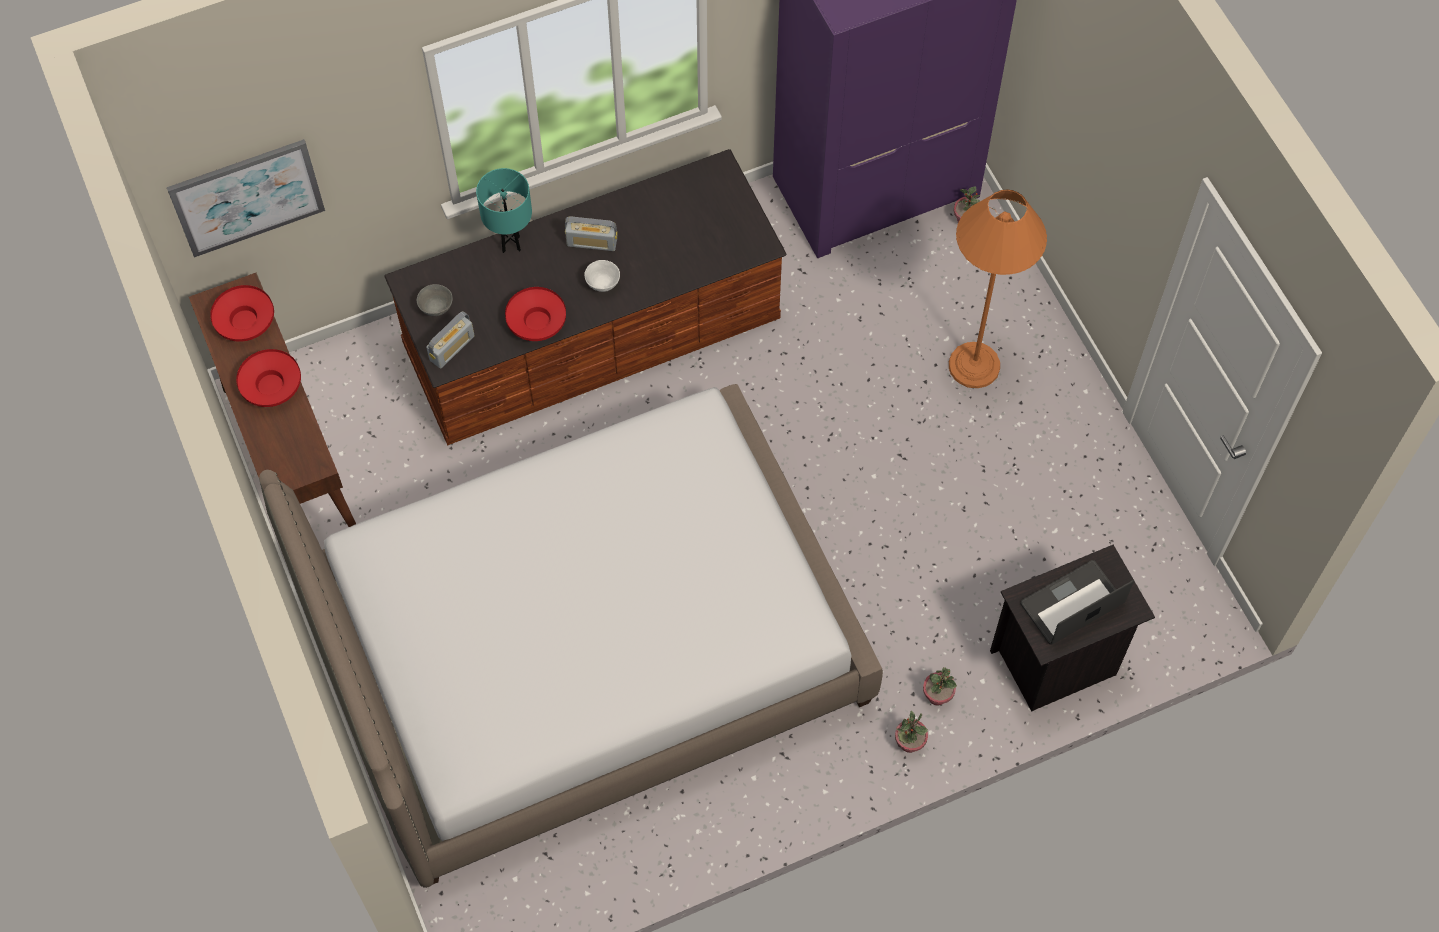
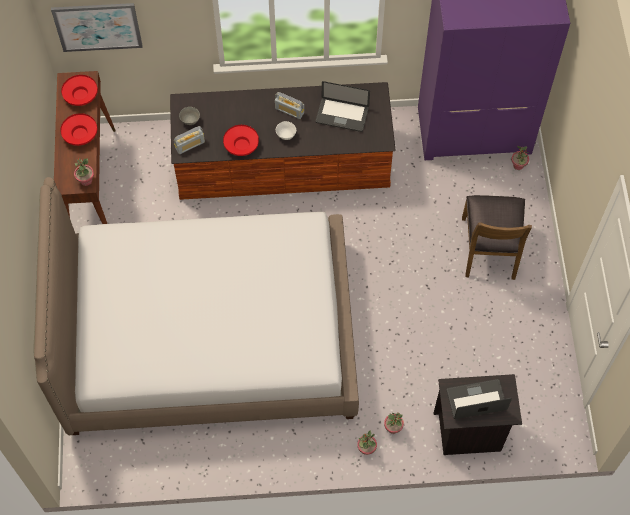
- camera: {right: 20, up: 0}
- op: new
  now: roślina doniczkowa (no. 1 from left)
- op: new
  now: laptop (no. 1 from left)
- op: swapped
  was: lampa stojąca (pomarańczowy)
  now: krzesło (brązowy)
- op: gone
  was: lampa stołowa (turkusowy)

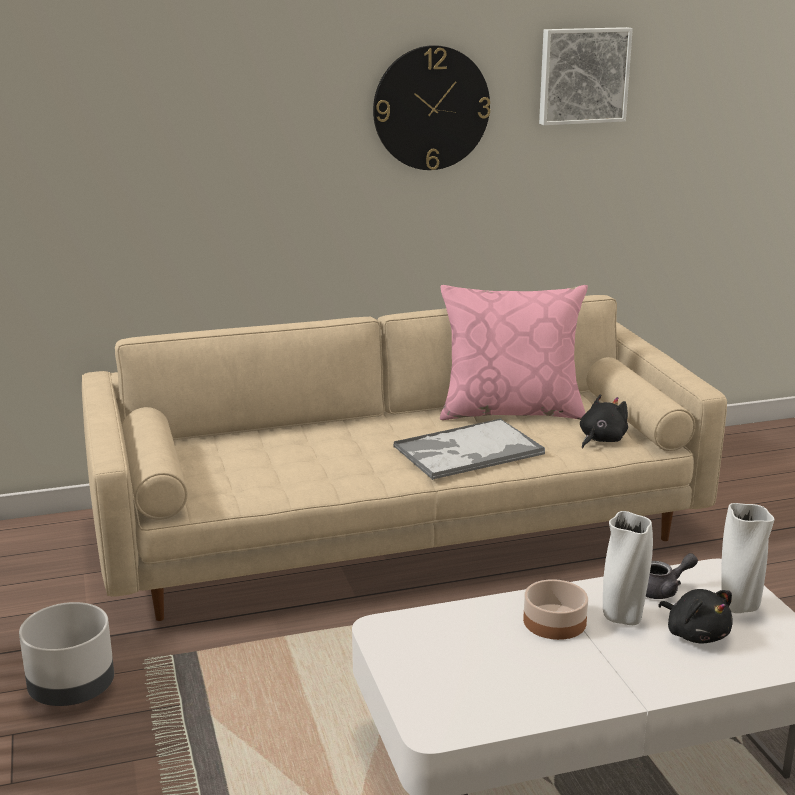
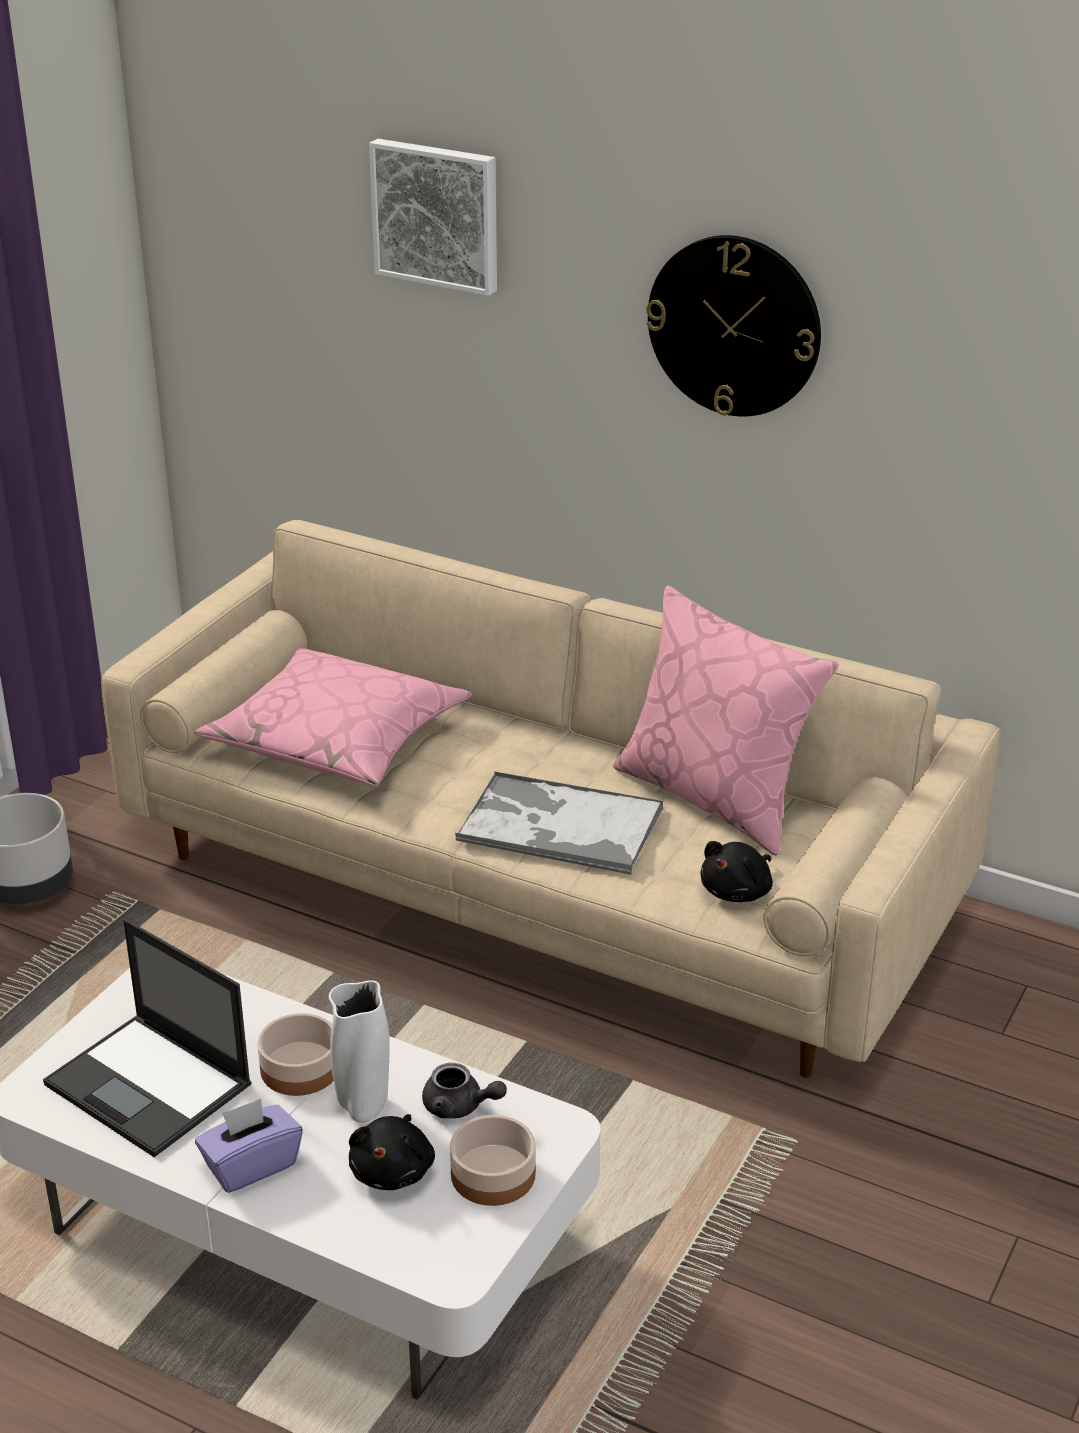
- camera: {right: 45, up: 10}
- op: new
  now: laptop
- op: new
  now: poduszka (różowy) (no. 1 from left)
- op: new
  now: pudełko chusteczek (fioletowy)
- op: shifted
  was: obraz
- op: swapped
  was: wazon (biały) (no. 2 from left)
  now: miska (no. 2 from left)
- op: rotated
  was: pluszak (czarny) (no. 1 from left in the first image)
  clockwise: 135

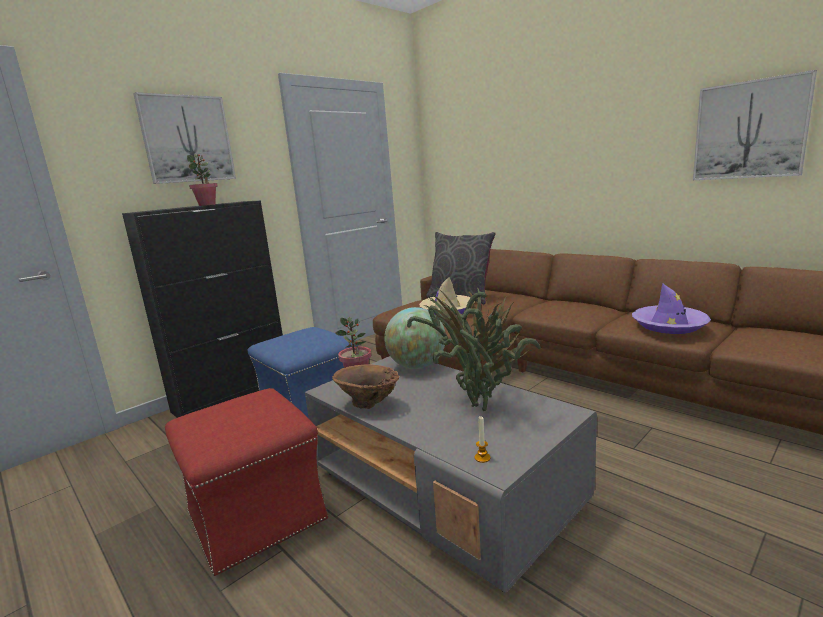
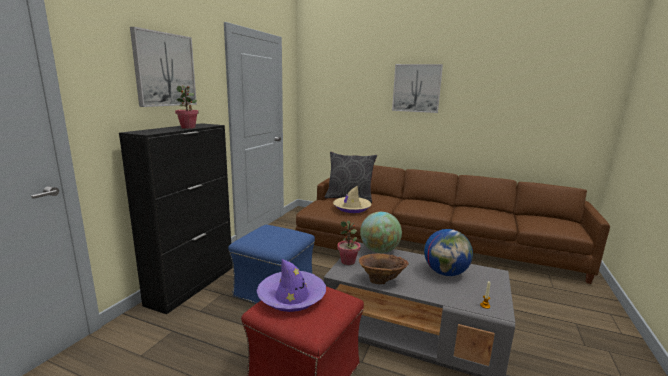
- camera: {right: -25, up: 0}
- op: shifted
  was: kapelusz (fioletowy)
- op: shifted
  was: obraz (no. 2 from left)
- op: swapped
  was: roślina doniczkowa (no. 3 from left)
  now: globus (no. 2 from left)

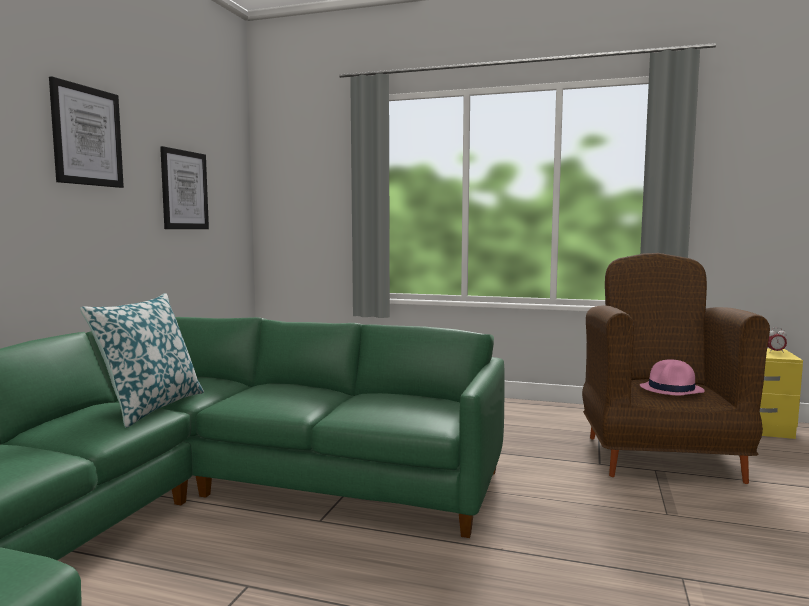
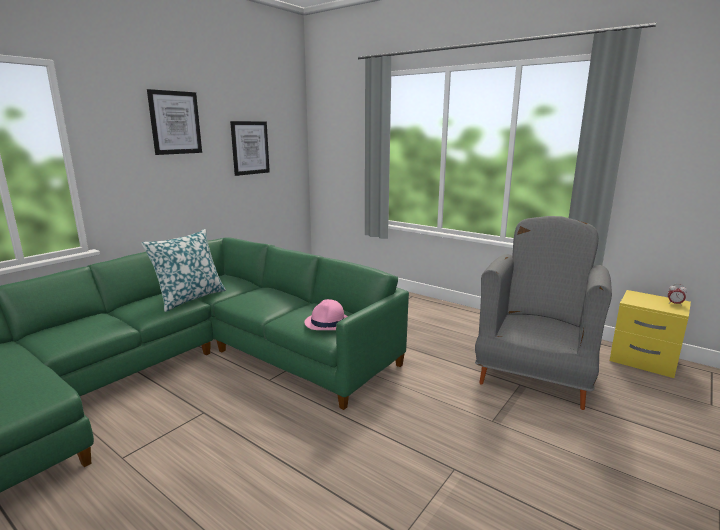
- camera: {right: 20, up: 10}
- op: shifted
  was: kapelusz (różowy)
- op: repainted
  was: fotel (brązowy)
  now: fotel (szary)

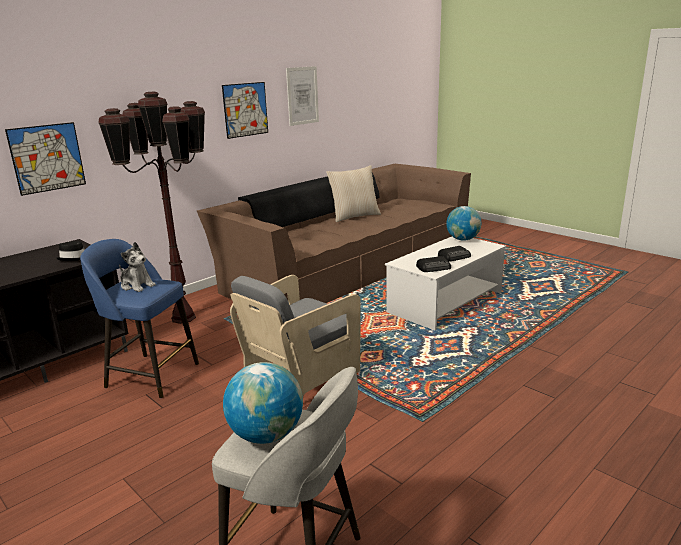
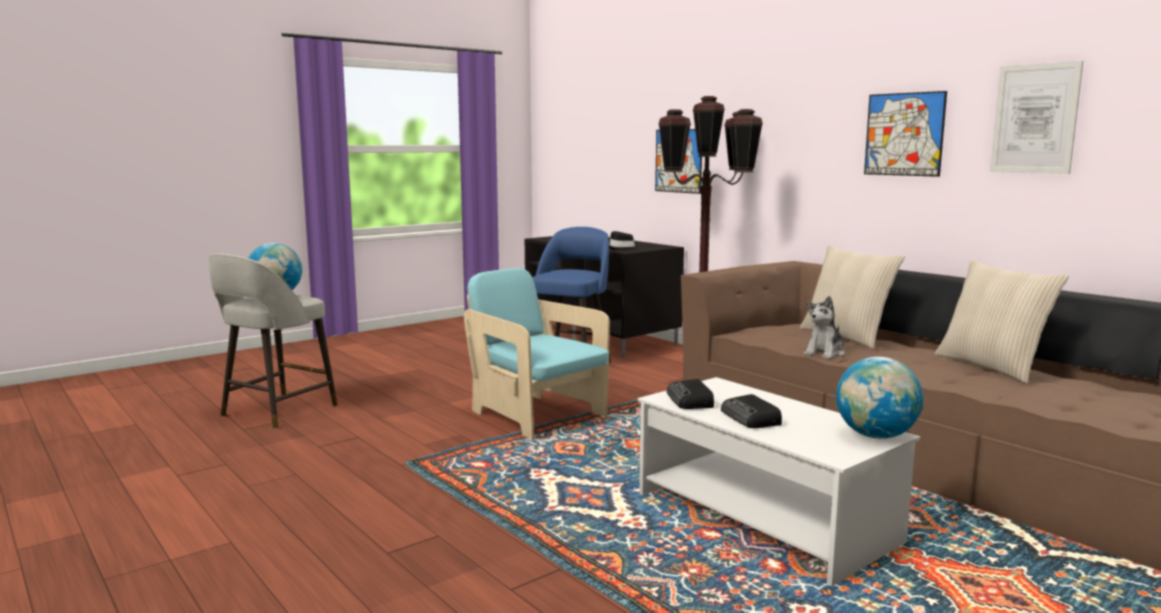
- camera: {right: 95, up: -10}
- op: repainted
  was: fotel (szary)
  now: fotel (turkusowy)
- op: new
  now: poduszka (beżowy) (no. 1 from left)
- op: shifted
  was: pluszak

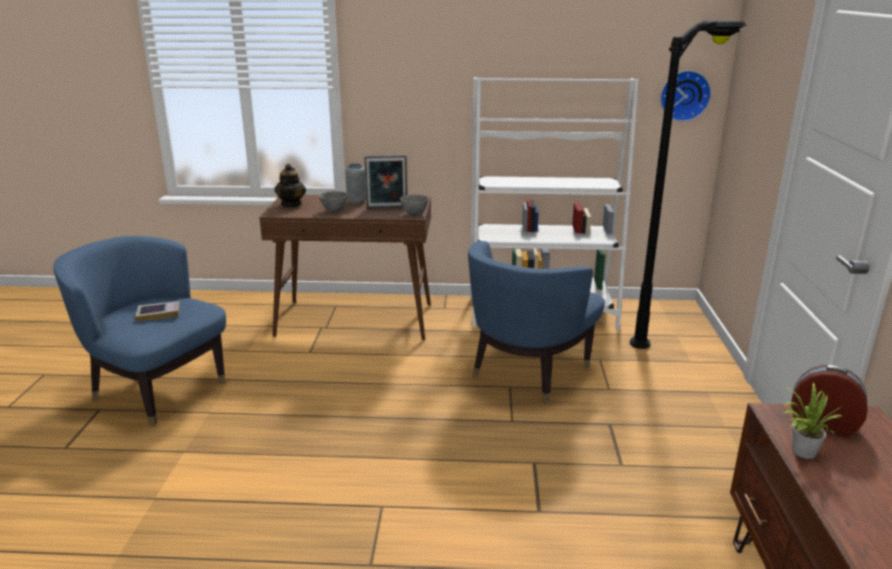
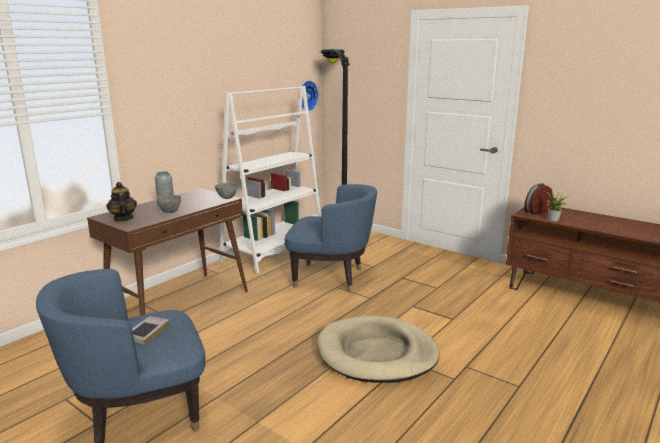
- camera: {right: -55, up: -5}
- op: rotated
  was: imbryk
  clockwise: -150
- op: rotated
  was: fotel (niebieski) (no. 2 from left)
  clockwise: -60
- op: new
  now: legowisko (beżowy)
- op: gone
  was: ramka na zdjęcie

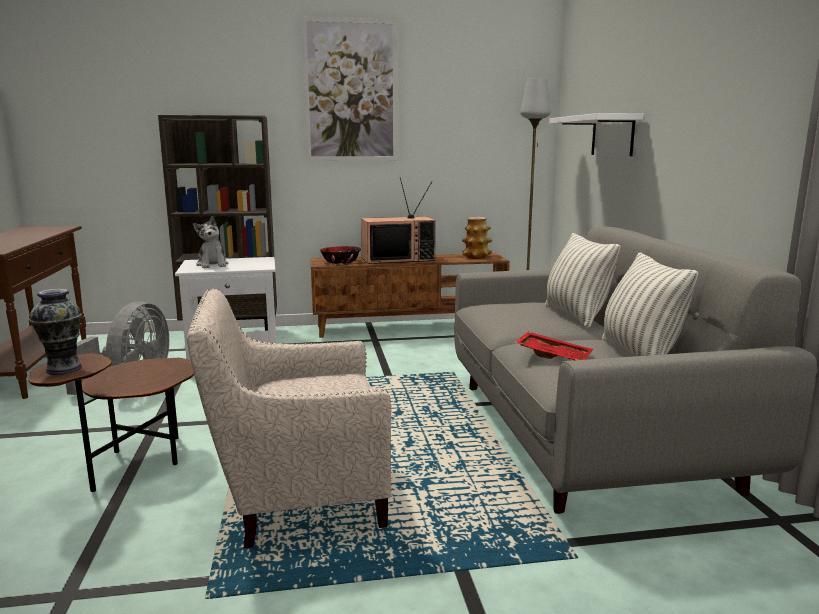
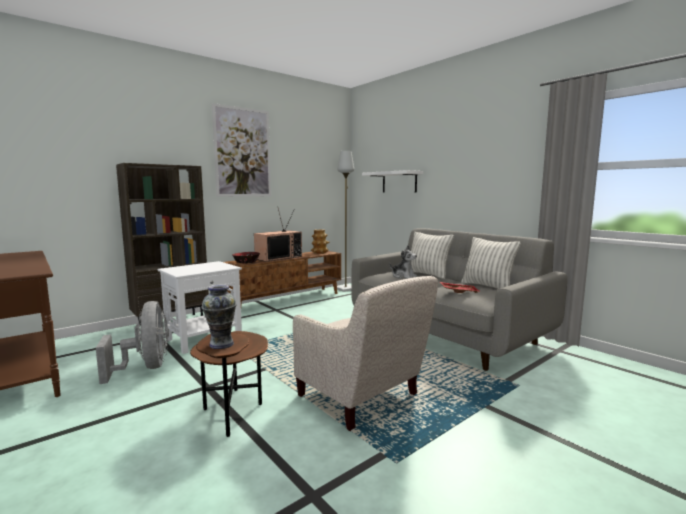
- camera: {right: -30, up: -5}
- op: rotated
  was: fotel (beżowy)
  clockwise: -90
- op: shifted
  was: pluszak

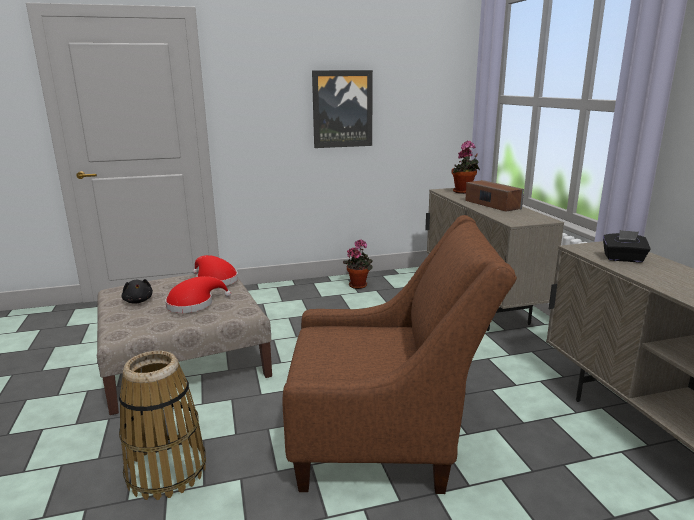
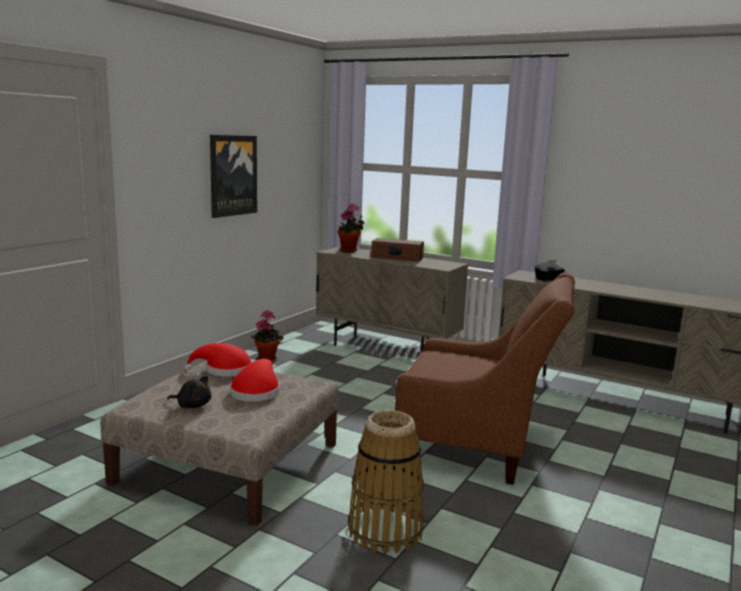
- camera: {right: -45, up: -5}
- op: rotated
  was: fotel (brązowy)
  clockwise: 60

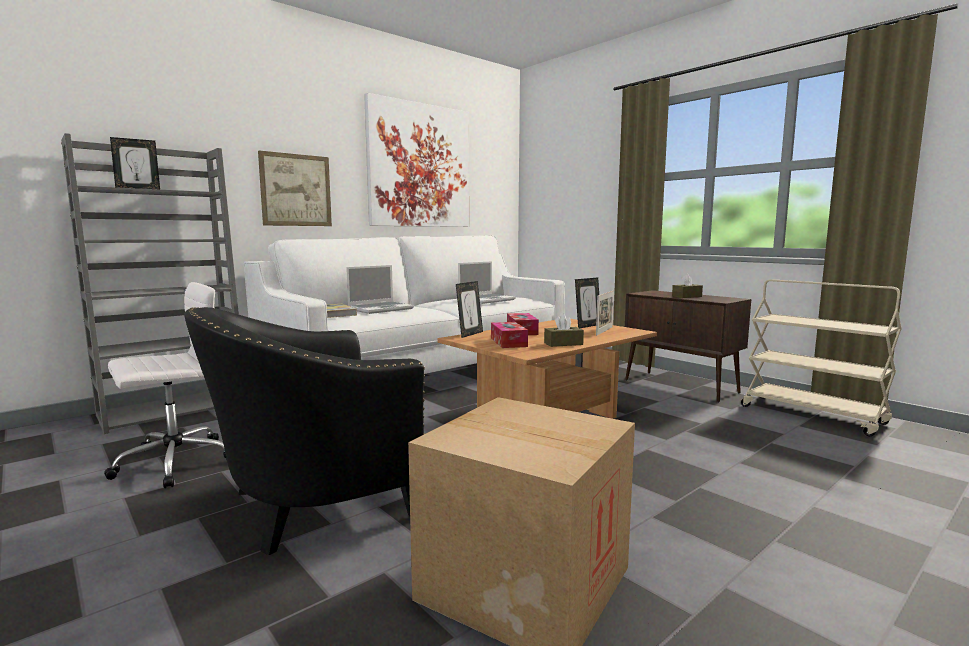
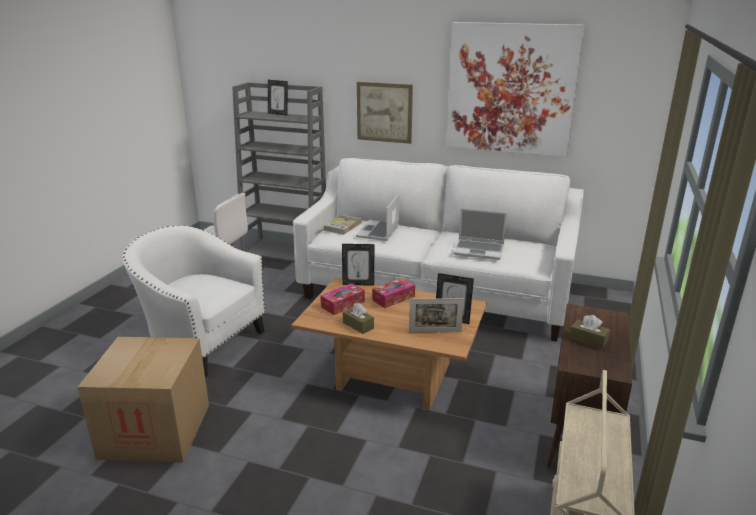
- camera: {right: 60, up: 15}
- op: repainted
  was: fotel (czarny)
  now: fotel (biały)
- op: rotated
  was: laptop (no. 1 from left)
  clockwise: 90

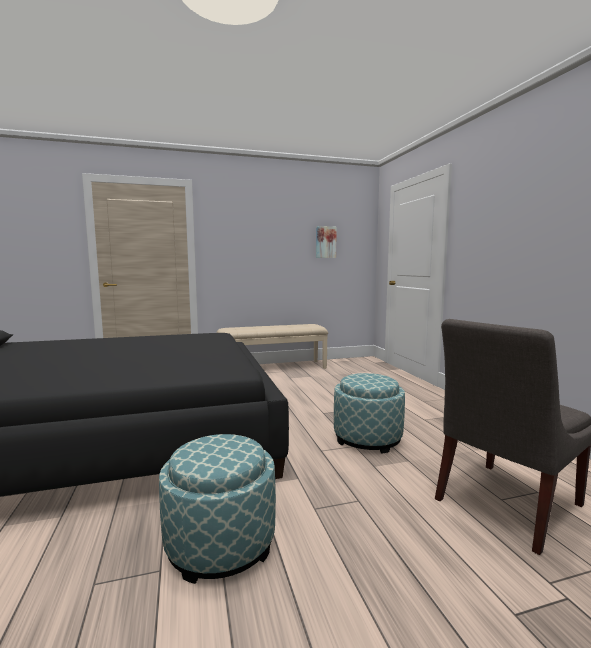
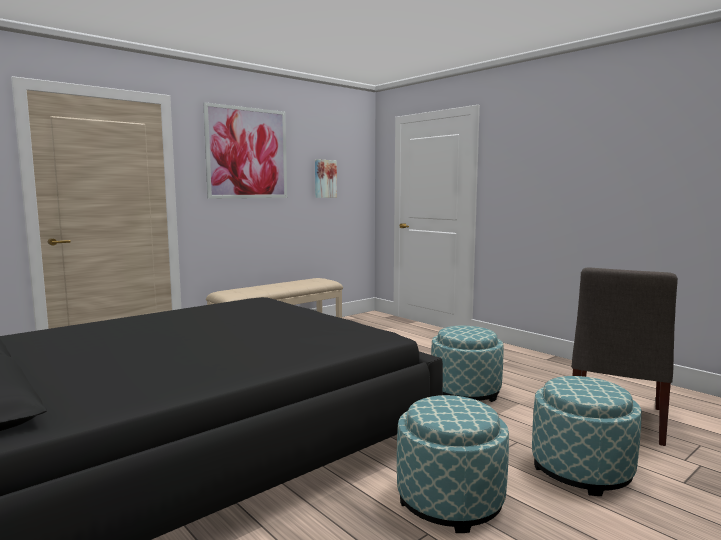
- camera: {right: -25, up: 0}
- op: new
  now: obraz (no. 1 from left)
- op: new
  now: pufa (no. 3 from left)

